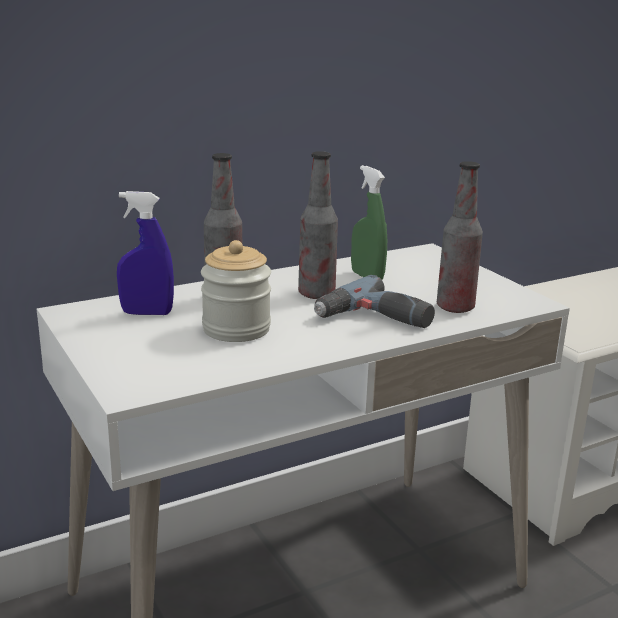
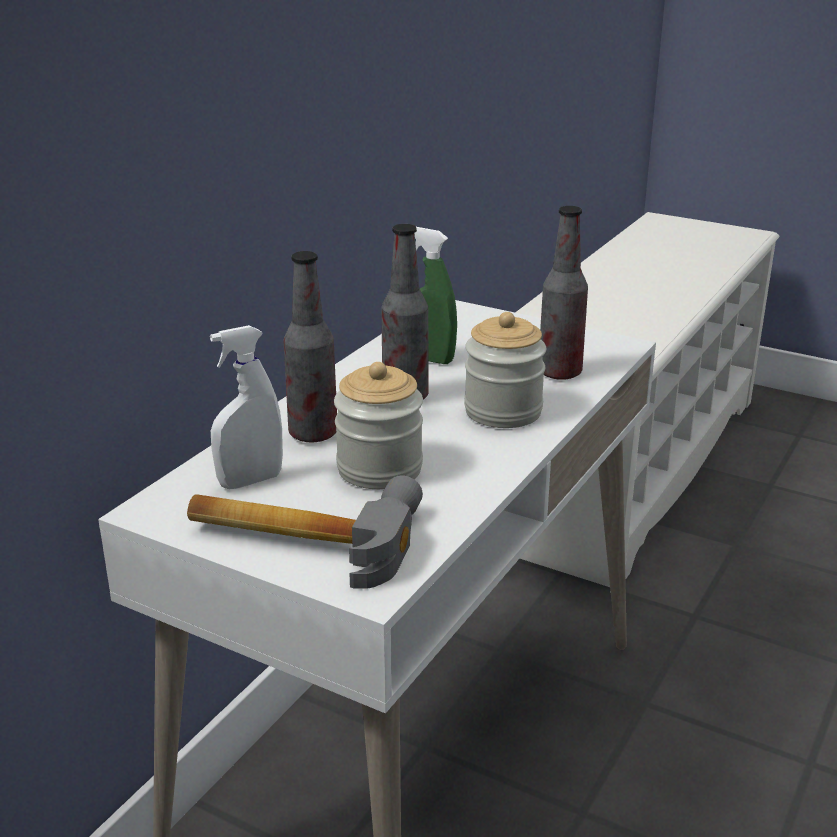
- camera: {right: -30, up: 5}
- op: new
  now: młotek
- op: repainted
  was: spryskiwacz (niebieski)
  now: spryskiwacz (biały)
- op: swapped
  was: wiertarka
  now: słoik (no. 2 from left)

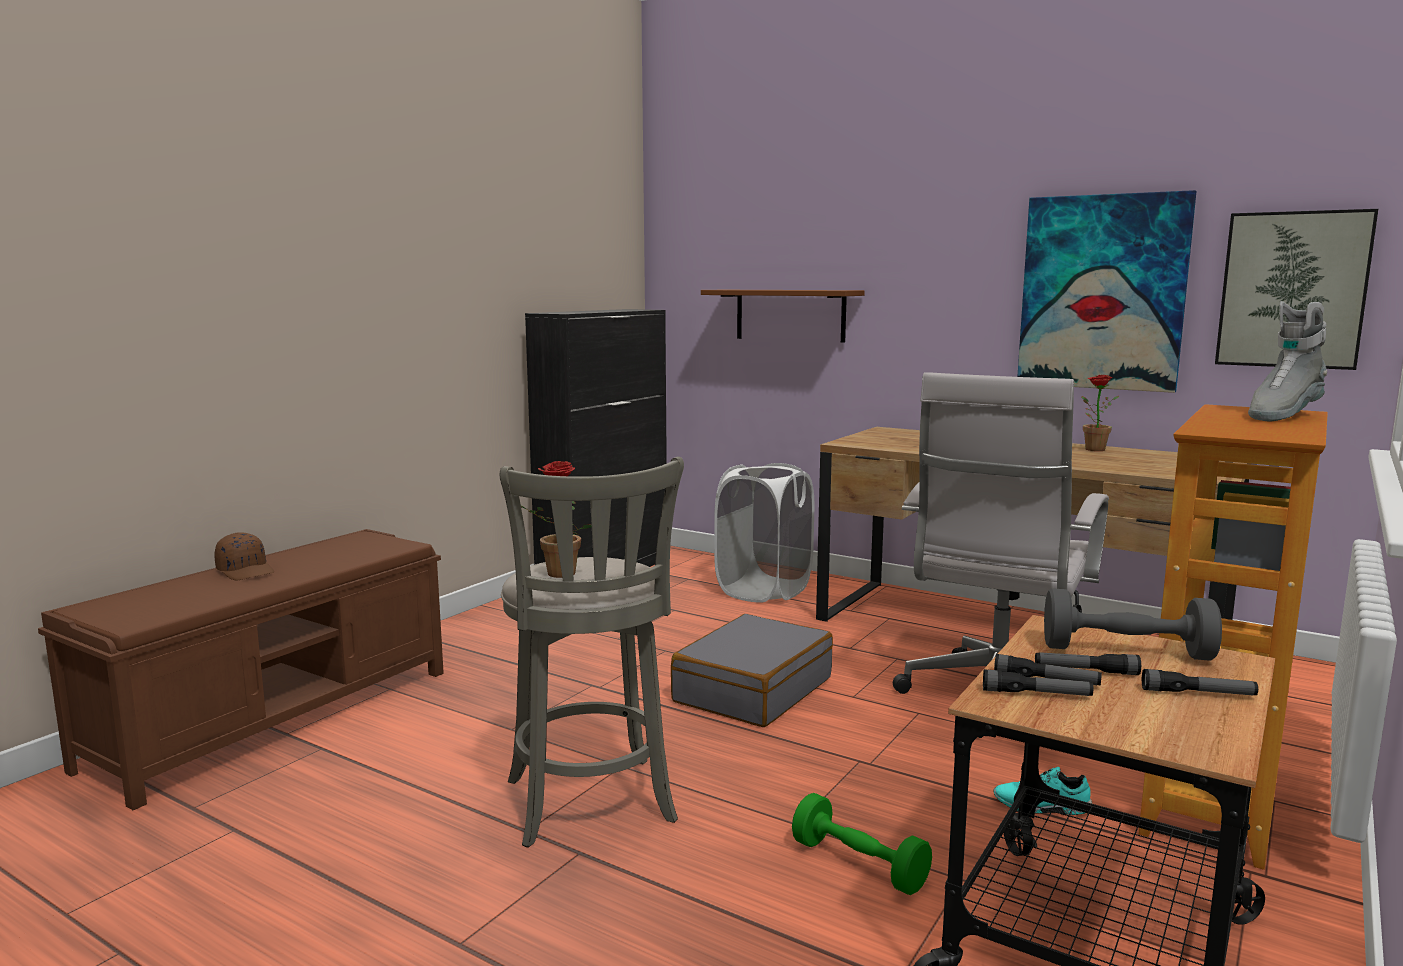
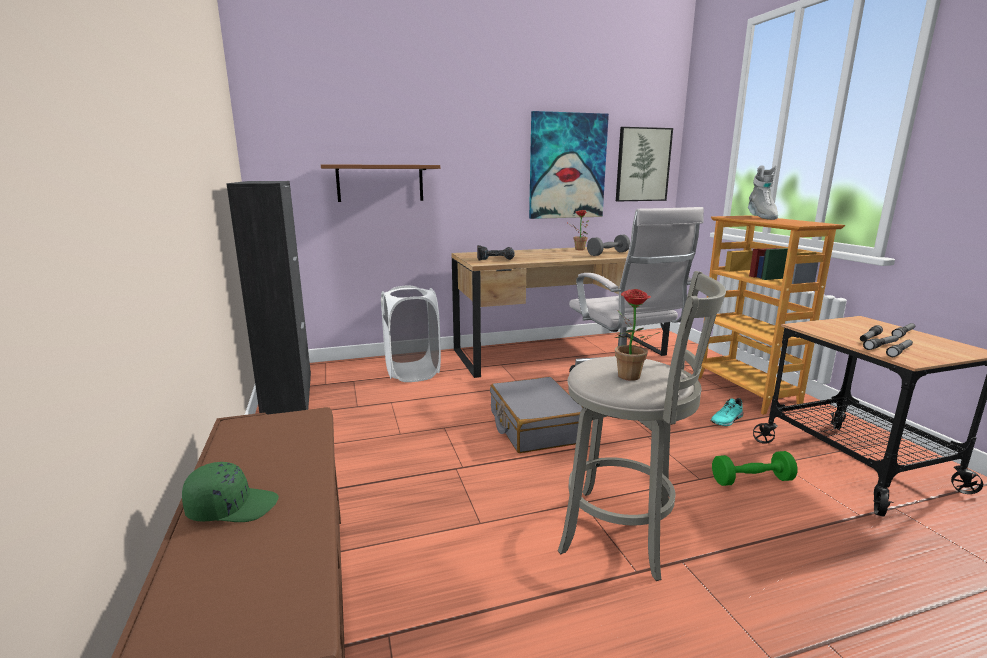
- camera: {right: -50, up: 5}
- op: repainted
  was: czapka z daszkiem (brązowy)
  now: czapka z daszkiem (zielony)
- op: new
  now: wiertarka
- op: shifted
  was: hantel (szary)

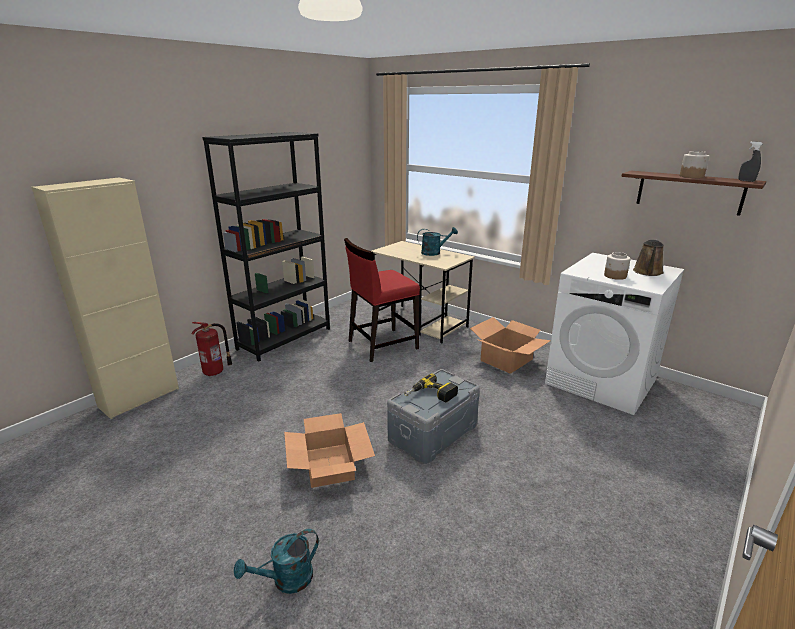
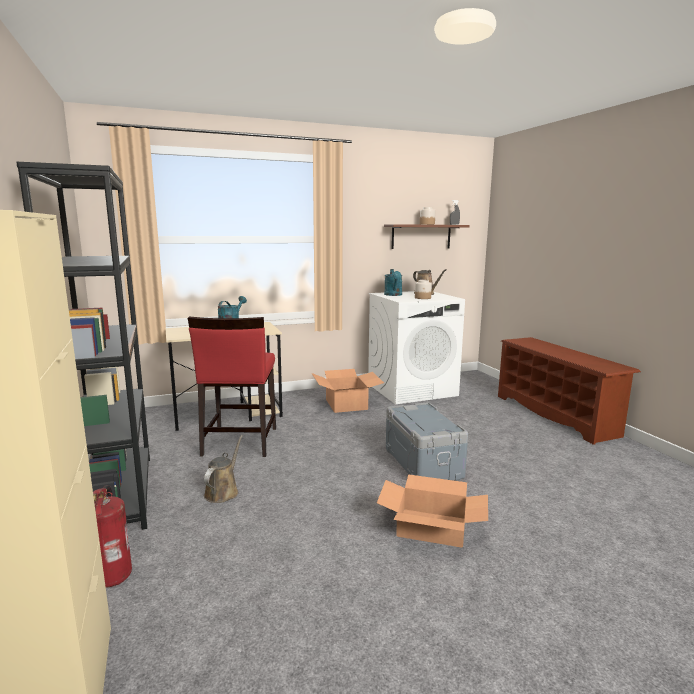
- camera: {right: -60, up: -10}
- op: new
  now: konewka (brązowy) (no. 1 from left)
- op: shifted
  was: konewka (turkusowy) (no. 1 from left in the first image)
  now: konewka (turkusowy) (no. 2 from left)
- op: new
  now: regał na buty (brązowy)
- op: gone
  was: wiertarka

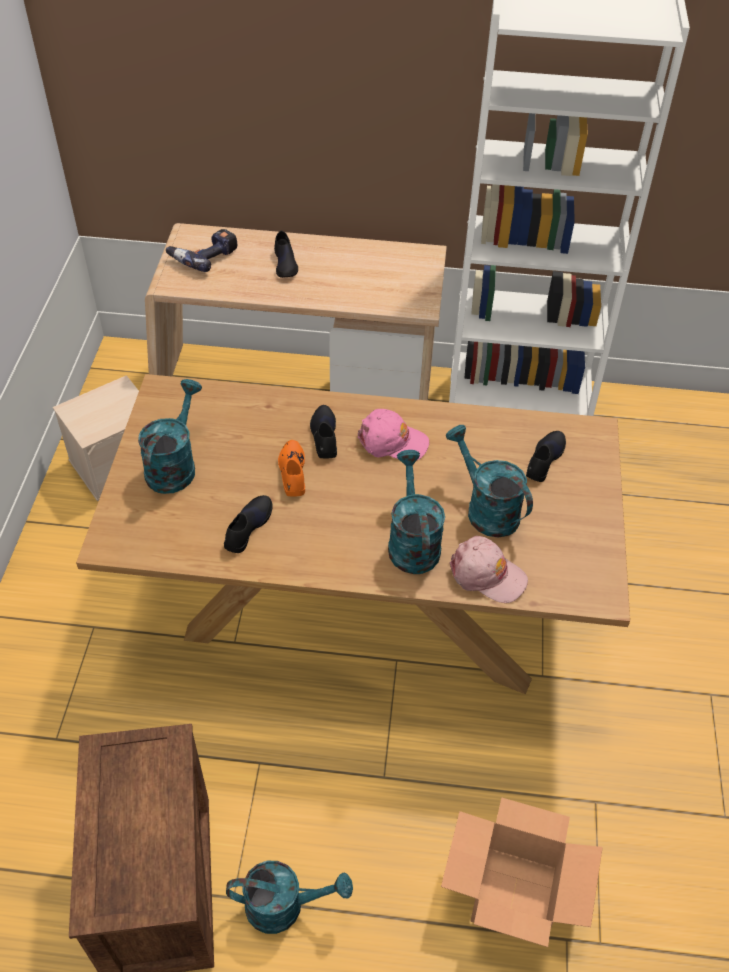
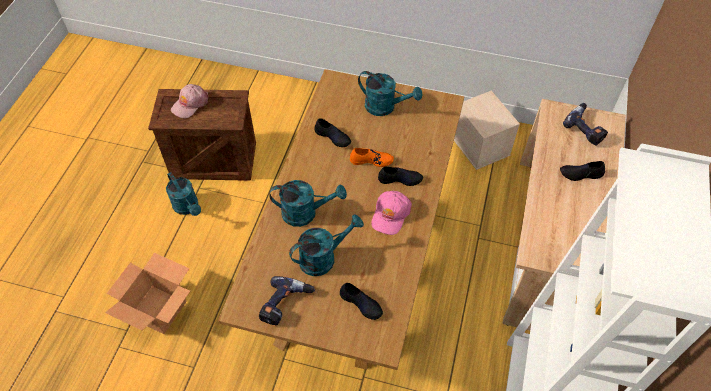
- camera: {right: 100, up: 5}
- op: rotated
  was: konewka (turkusowy) (no. 2 from left in the first image)
  clockwise: -45
- op: shifted
  was: czapka z daszkiem (różowy) (no. 2 from left in the first image)
  now: czapka z daszkiem (różowy) (no. 1 from left)
- op: new
  now: wiertarka (no. 1 from left)

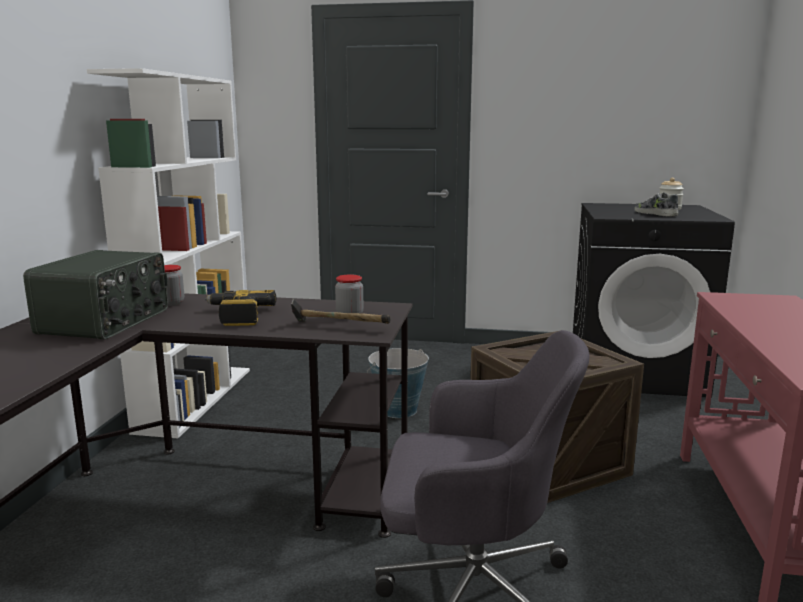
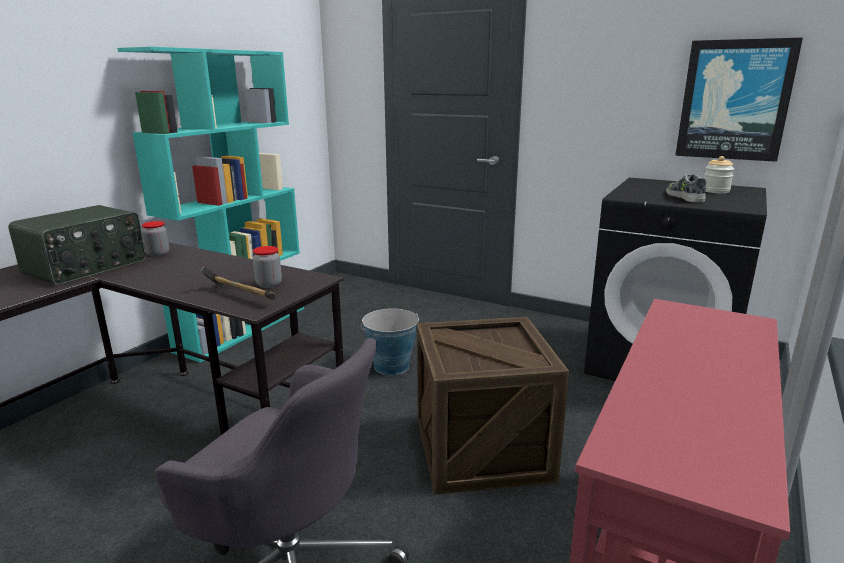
- camera: {right: 20, up: 5}
- op: repainted
  was: regał (biały)
  now: regał (turkusowy)
- op: new
  now: obraz
- op: gone
  was: wiertarka

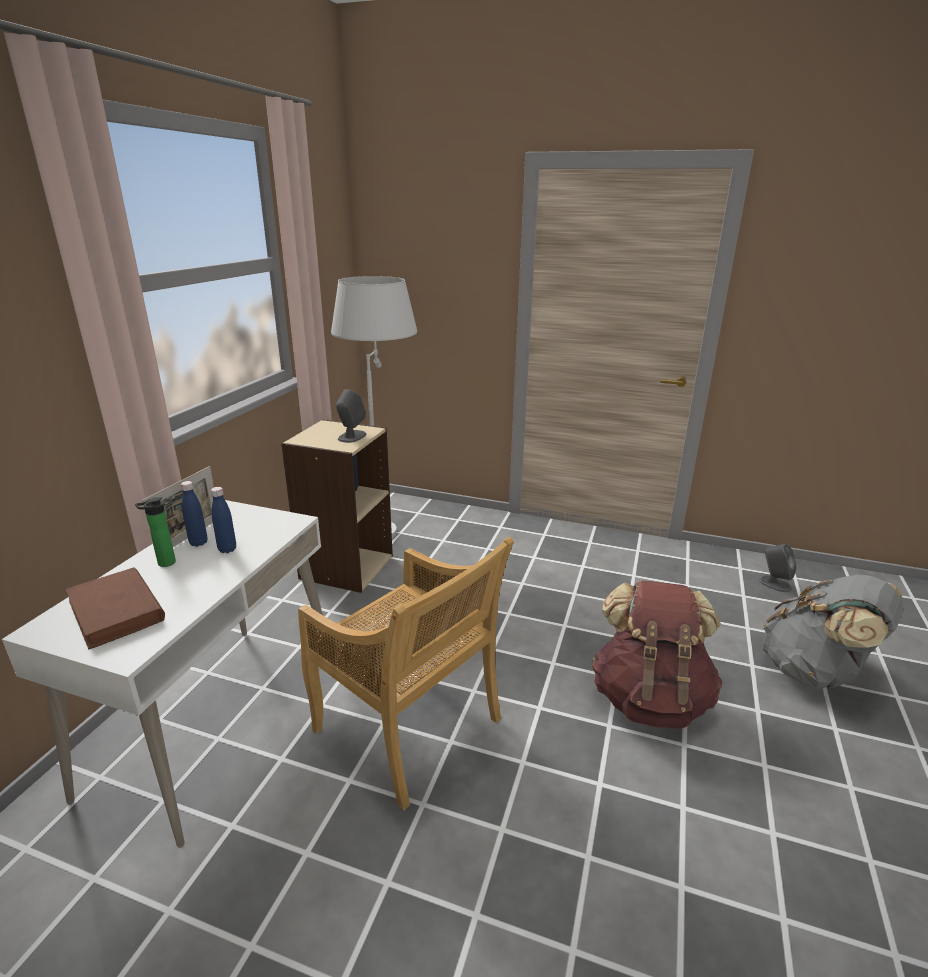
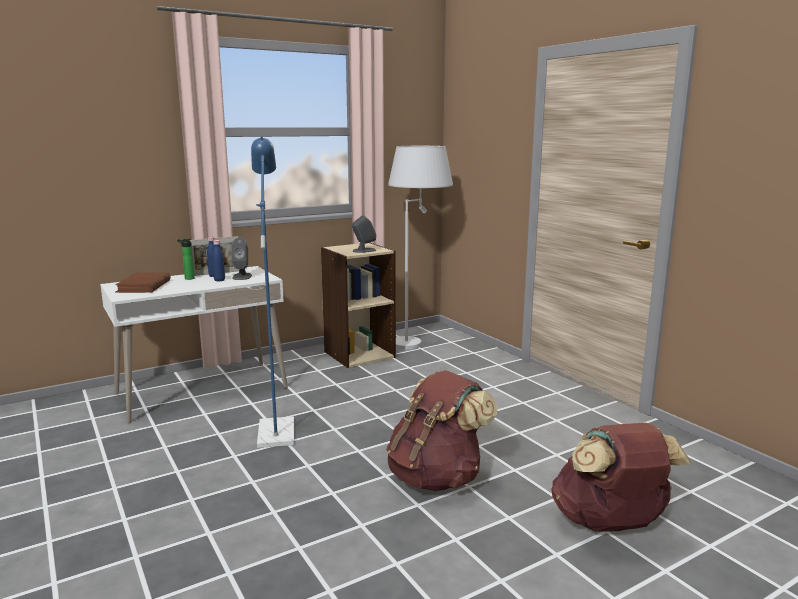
- camera: {right: 40, up: -10}
- op: shifted
  was: głośnik (szary) (no. 2 from left in the first image)
  now: głośnik (szary) (no. 1 from left)
- op: swapped
  was: krzesło (beżowy)
  now: lampa stojąca (niebieski)
- op: repainted
  was: plecak (szary)
  now: plecak (brązowy) (no. 2 from left)

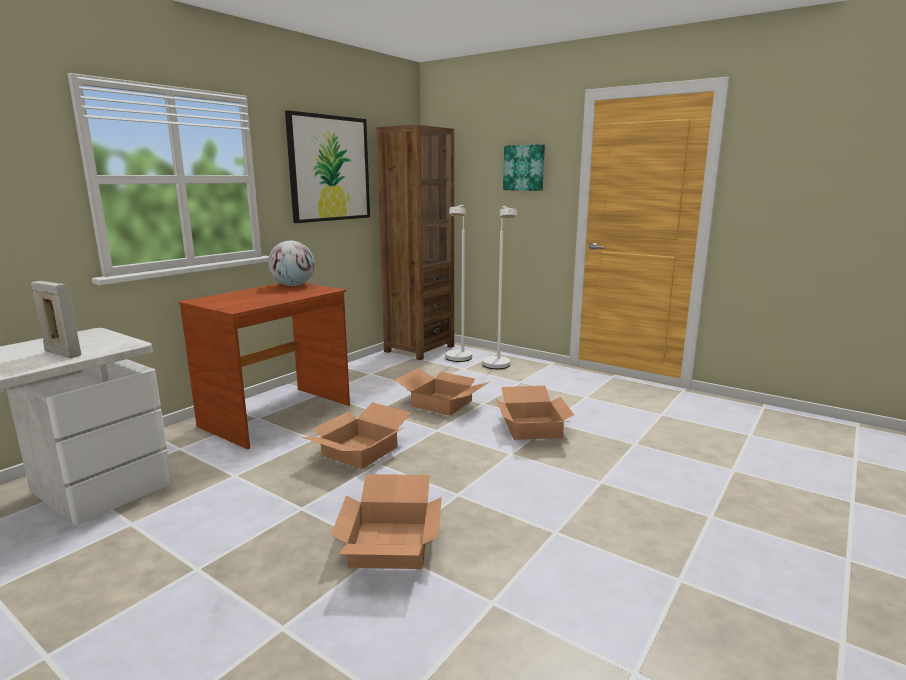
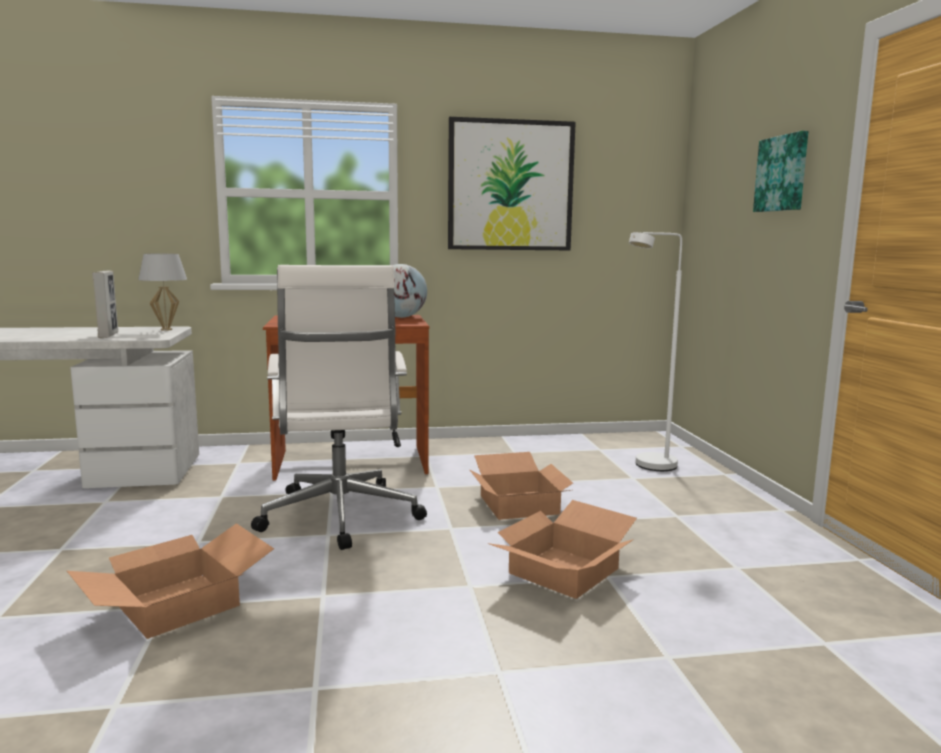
- camera: {right: 45, up: -5}
- op: new
  now: lampa stołowa (biały)
- op: swapped
  was: karton (no. 1 from left)
  now: krzesło biurowe (biały)
- op: gone
  was: regał (brązowy)
- op: gone
  was: lampa stojąca (biały) (no. 2 from left)

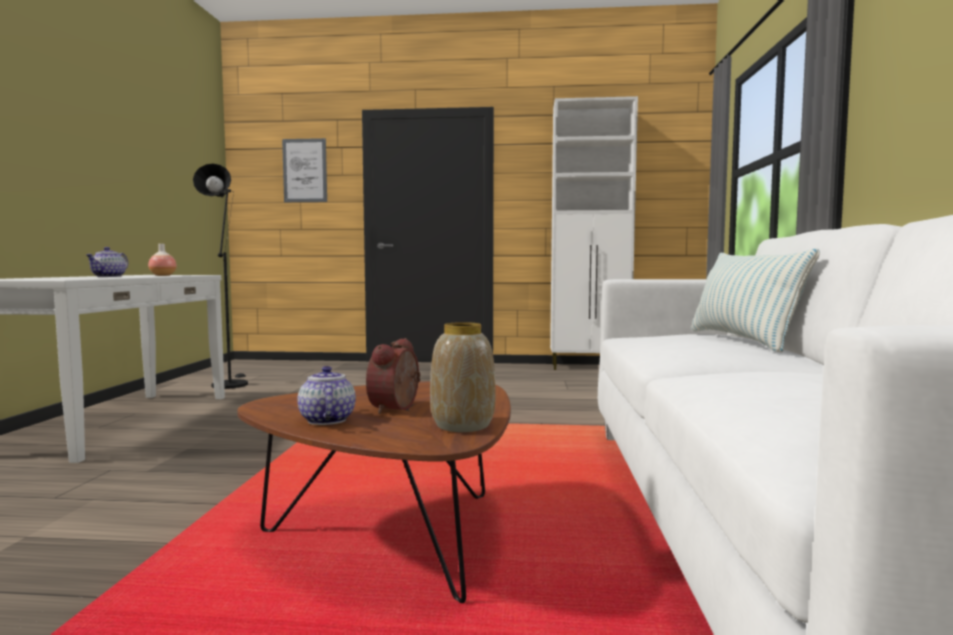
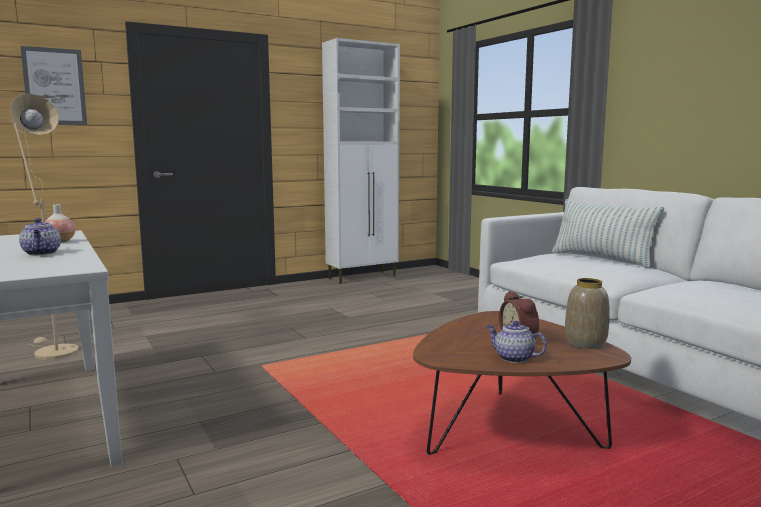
- camera: {right: -35, up: 5}
- op: repainted
  was: lampa stojąca (czarny)
  now: lampa stojąca (beżowy)

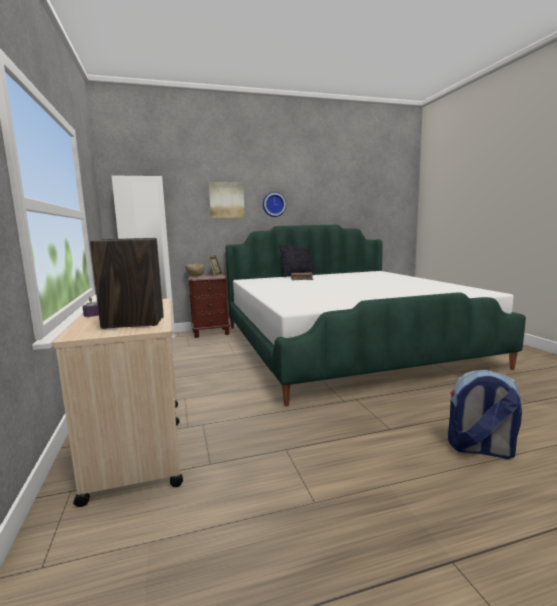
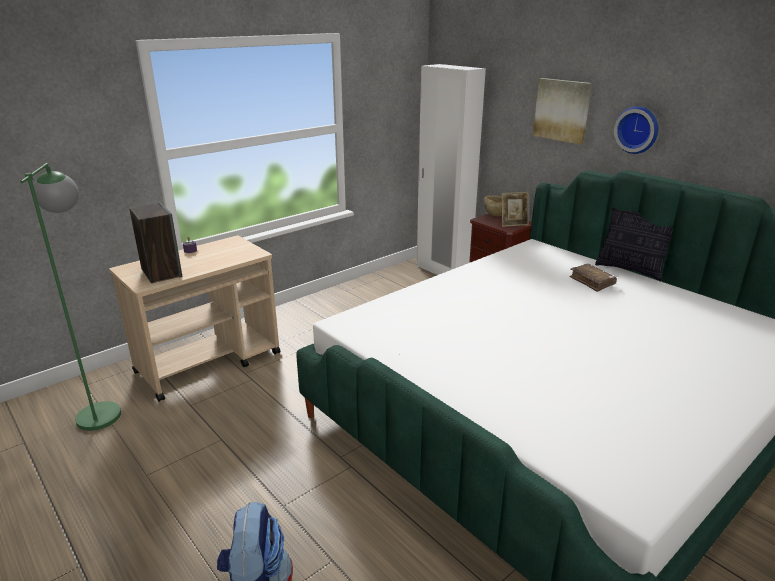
- camera: {right: 65, up: 15}
- op: new
  now: lampa stojąca (zielony)

